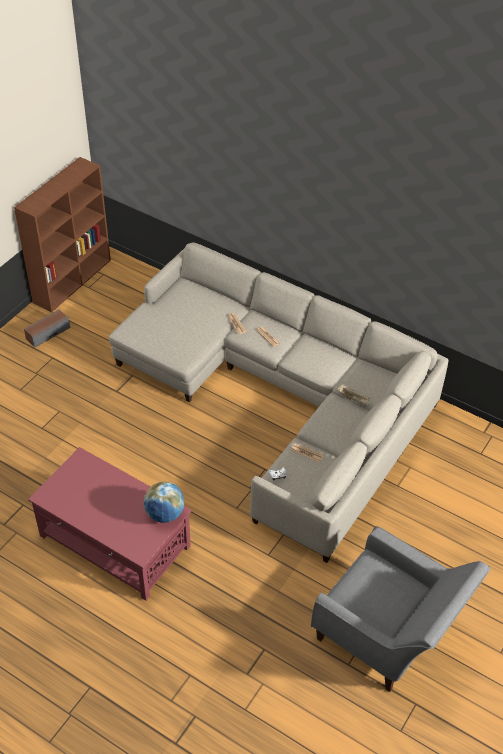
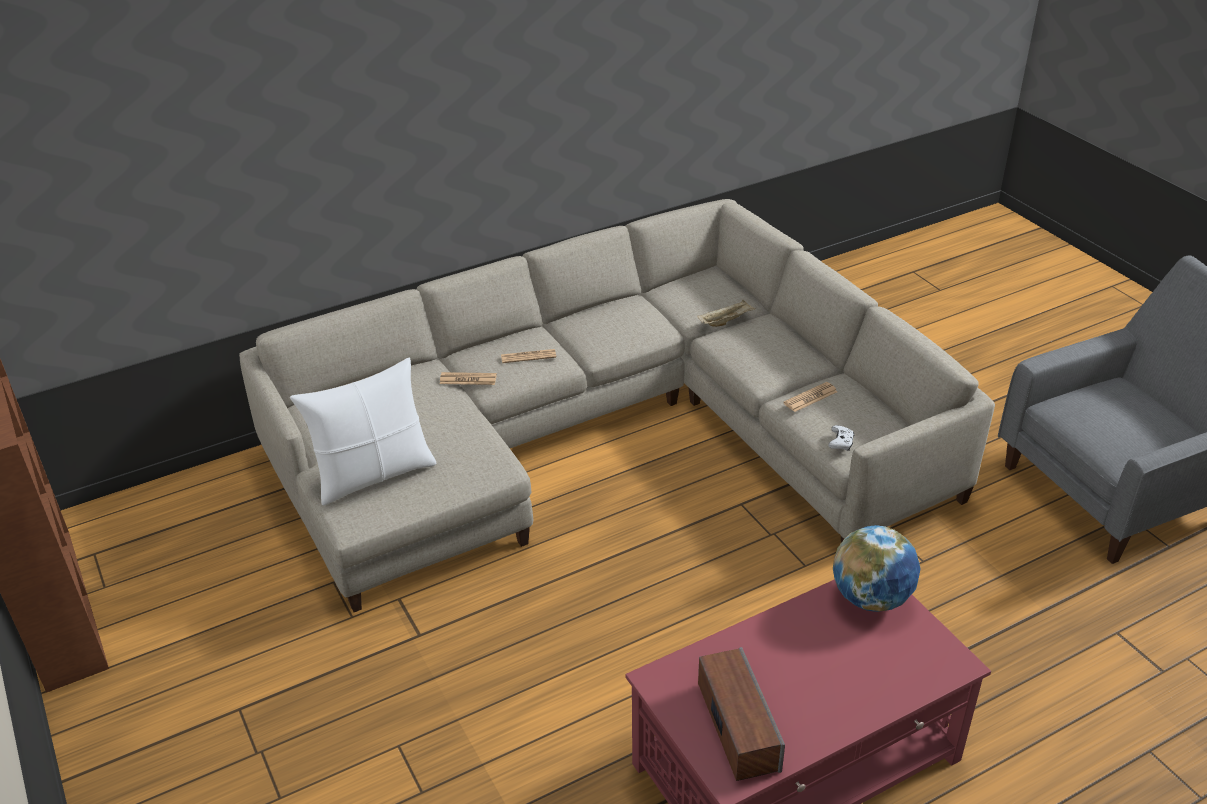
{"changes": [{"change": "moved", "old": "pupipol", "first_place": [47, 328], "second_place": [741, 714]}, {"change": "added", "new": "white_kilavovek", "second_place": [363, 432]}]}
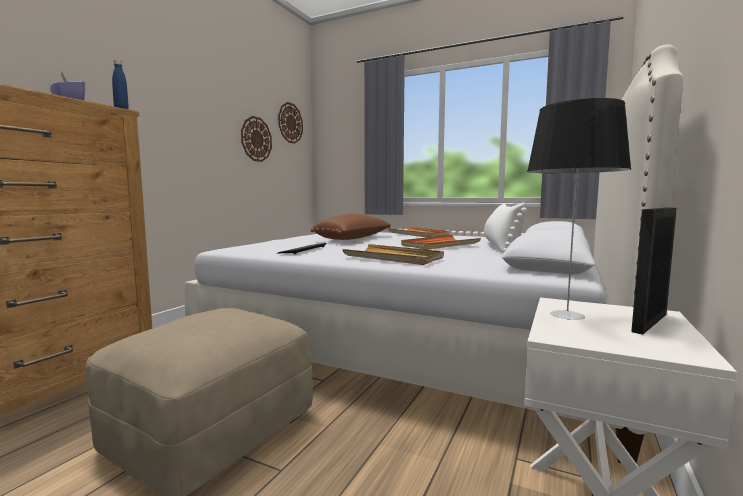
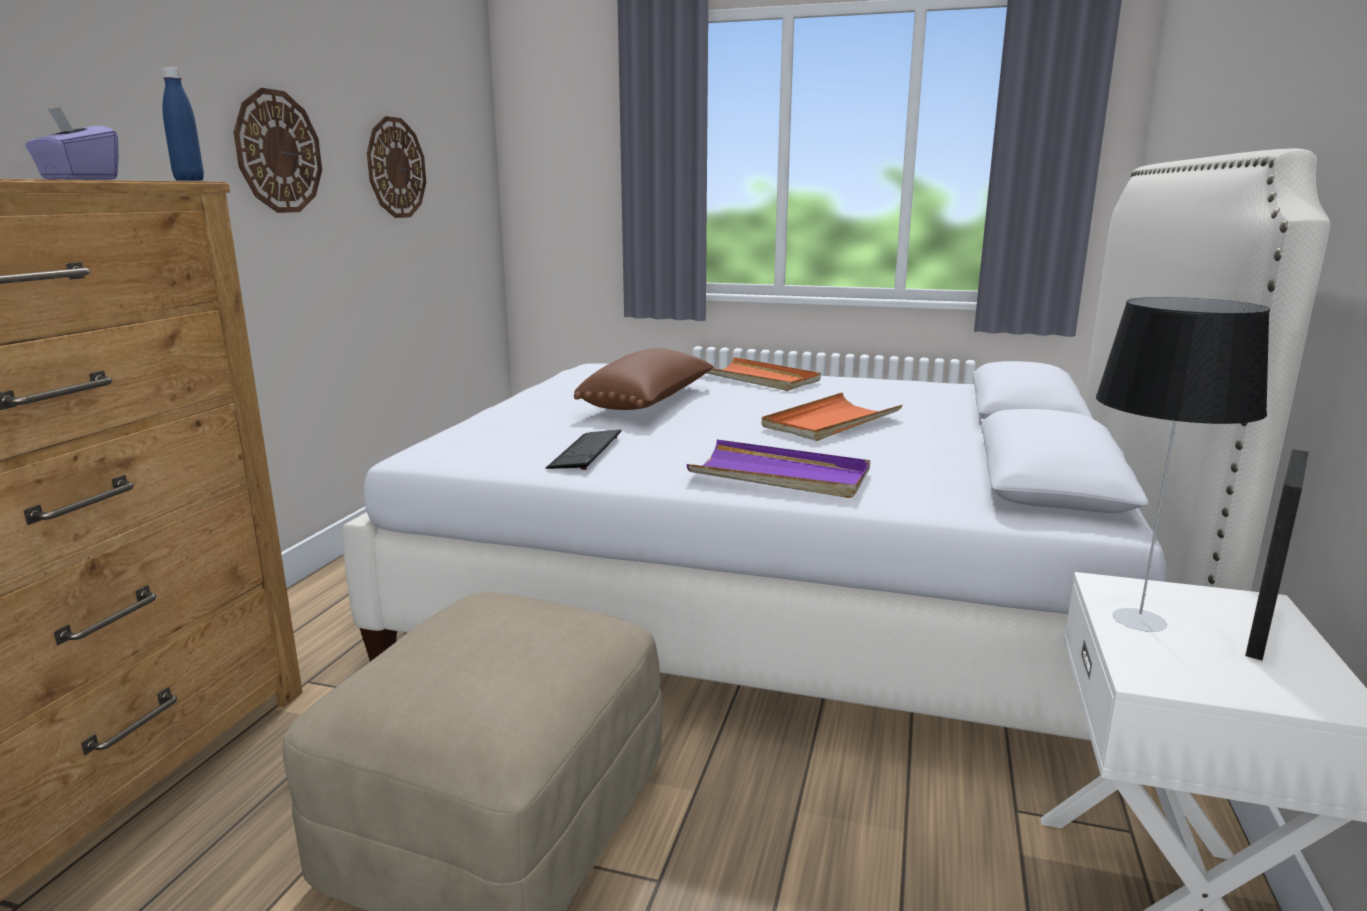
{"changes": [{"change": "moved", "old": "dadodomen", "first_place": [290, 123], "second_place": [278, 150]}, {"change": "removed", "old": "white_kilavovek", "first_place": [505, 227]}, {"change": "recoloured", "old": "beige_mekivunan", "new": "purple_mekivunan", "first_place": [393, 254], "second_place": [778, 468]}]}
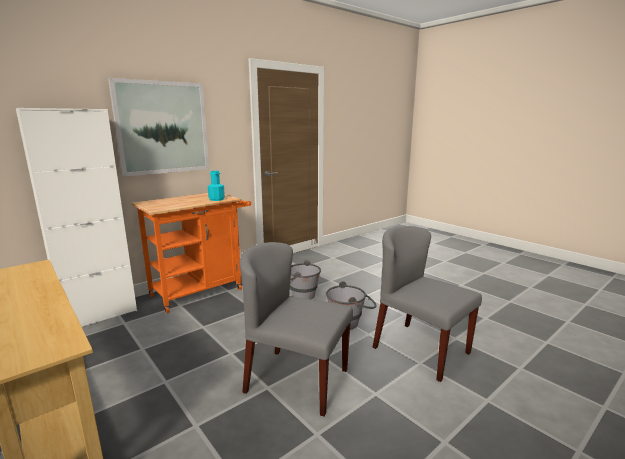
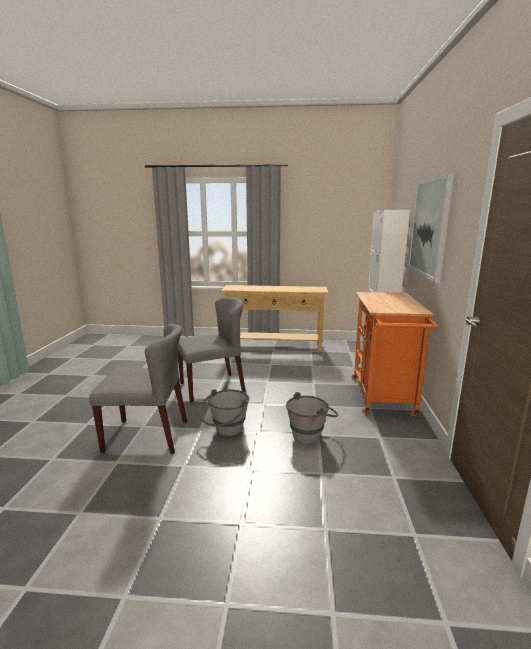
{"changes": [{"change": "removed", "old": "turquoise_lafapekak", "first_place": [216, 186]}]}
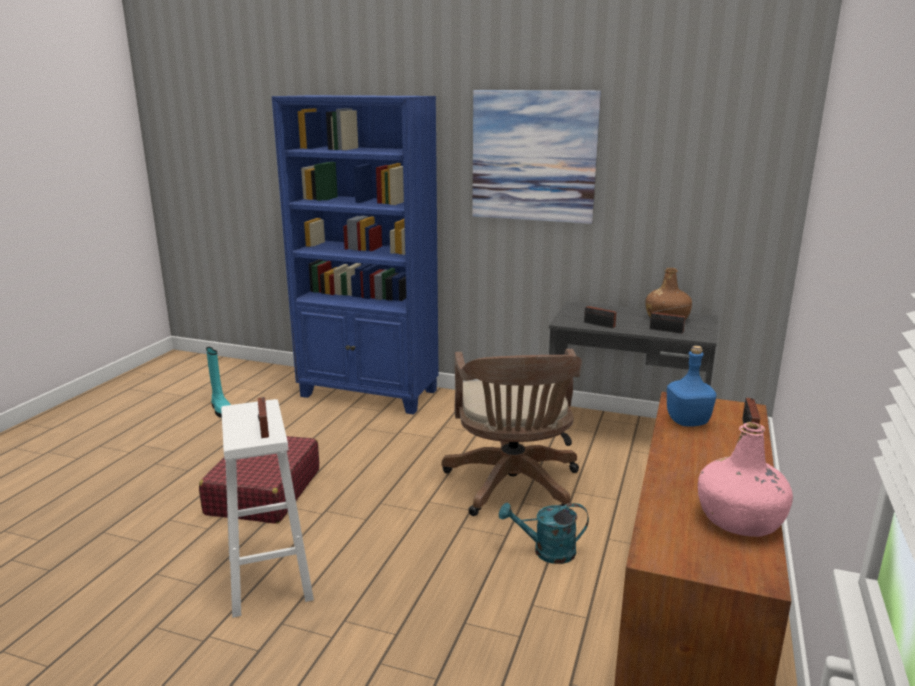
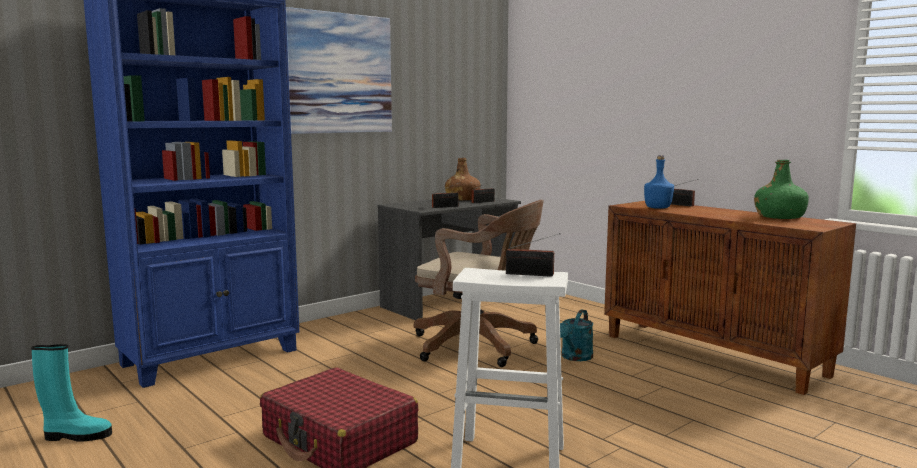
{"changes": [{"change": "recoloured", "old": "pink_lafapekak", "new": "green_lafapekak", "first_place": [745, 479], "second_place": [781, 189]}]}
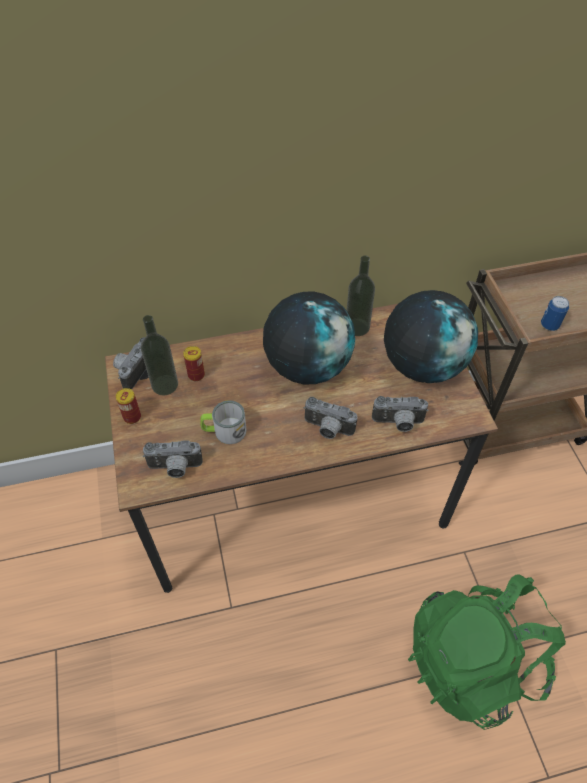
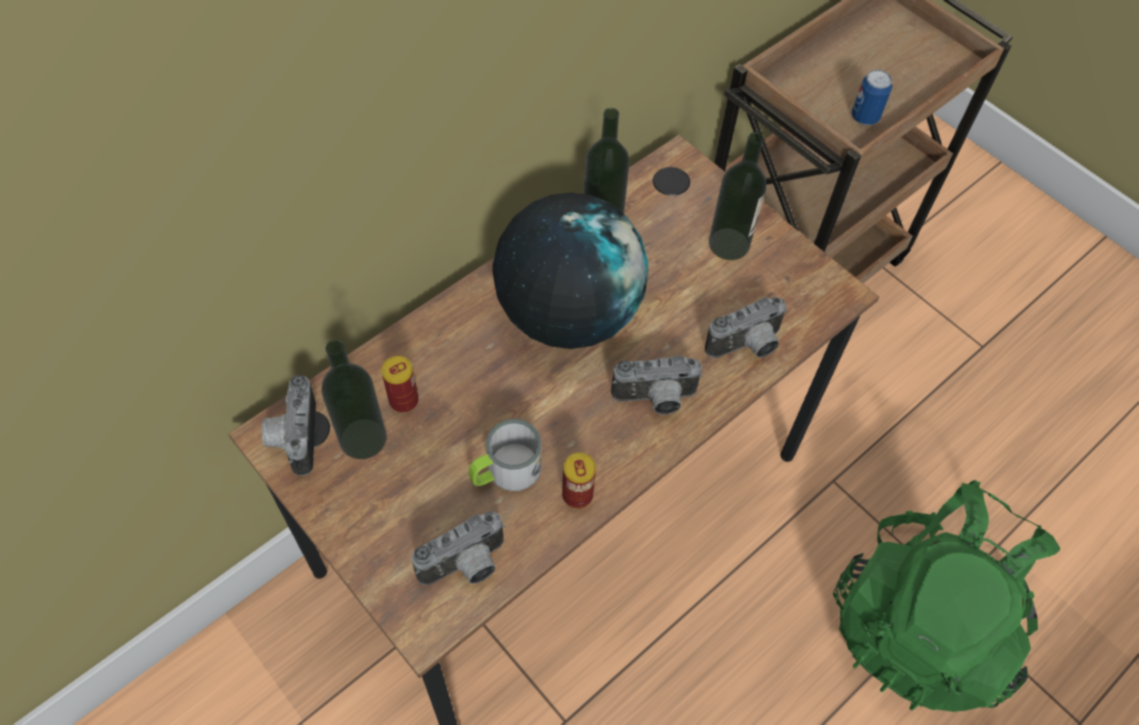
{"changes": [{"change": "replaced", "old": "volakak", "new": "lafapekak", "first_place": [431, 336], "second_place": [738, 196]}, {"change": "moved", "old": "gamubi", "first_place": [128, 406], "second_place": [579, 480]}]}
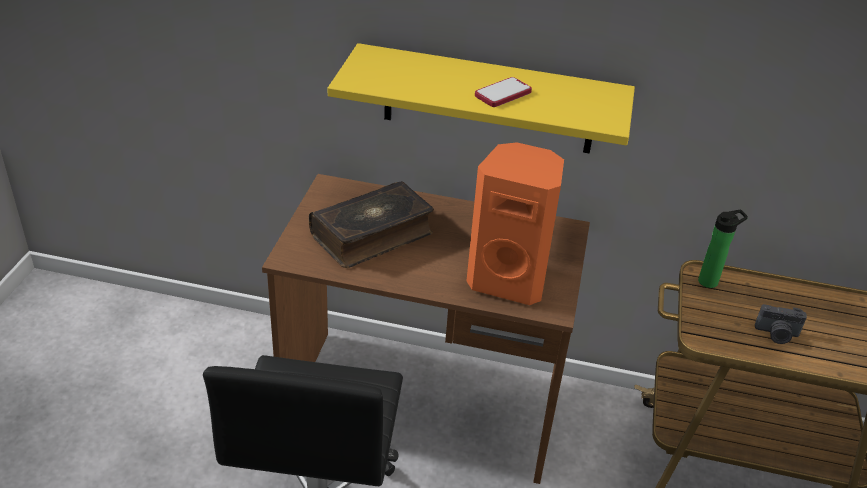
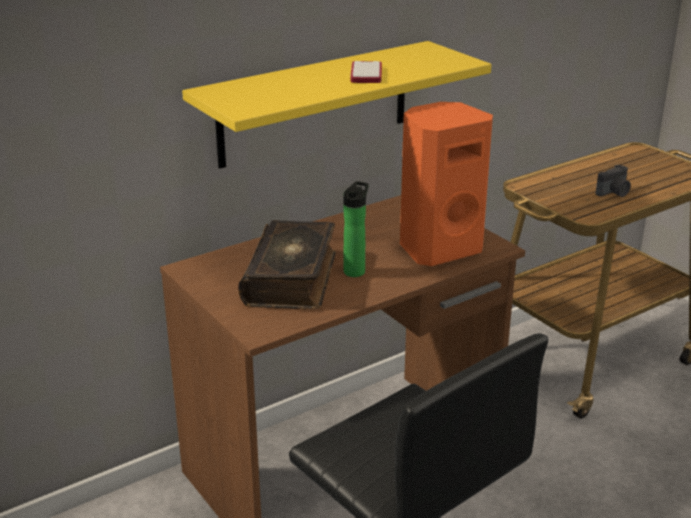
{"changes": [{"change": "moved", "old": "lafapekak", "first_place": [723, 248], "second_place": [356, 229]}]}
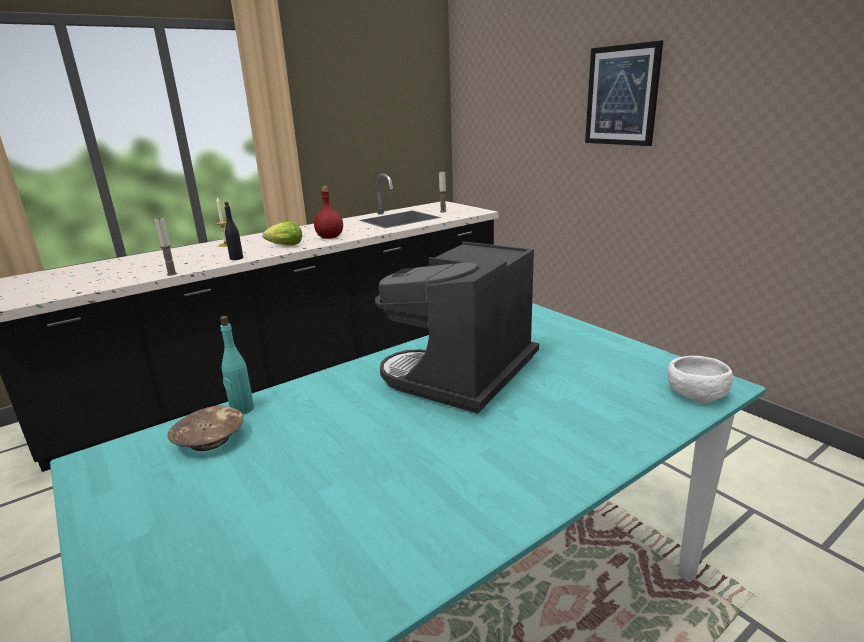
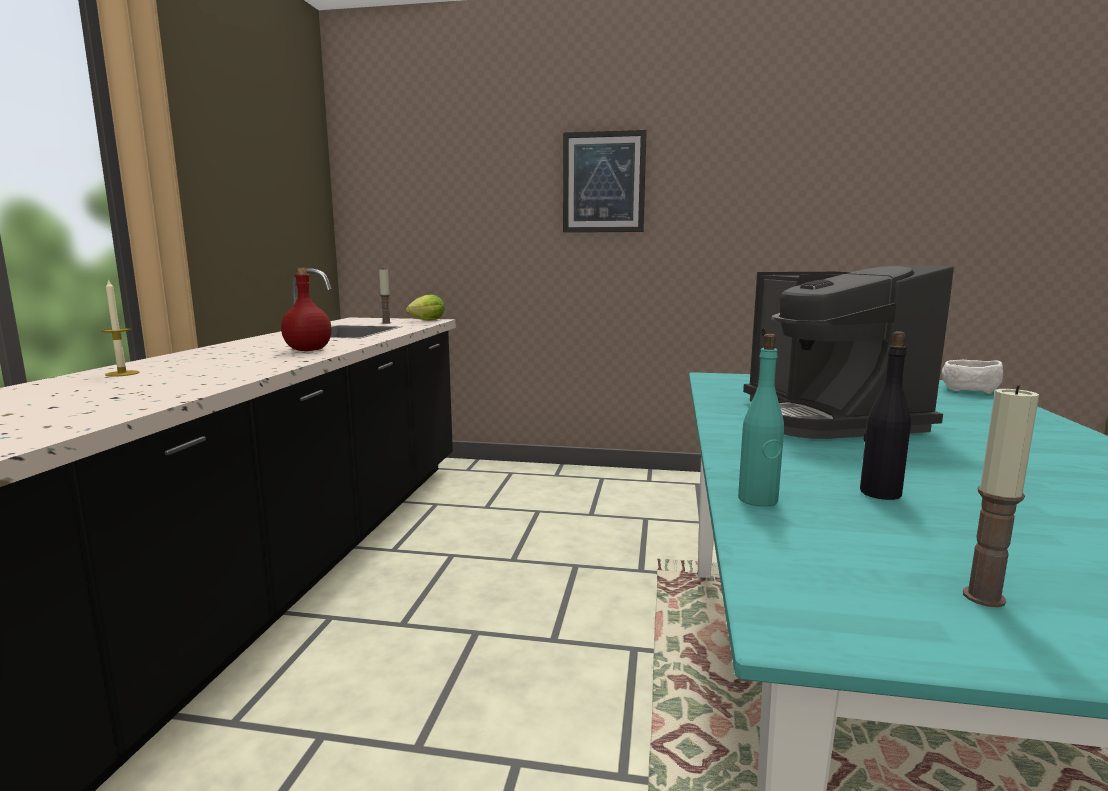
{"changes": [{"change": "moved", "old": "black_lafapekak", "first_place": [233, 231], "second_place": [885, 415]}, {"change": "moved", "old": "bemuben", "first_place": [165, 247], "second_place": [1001, 496]}, {"change": "moved", "old": "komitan", "first_place": [282, 234], "second_place": [425, 307]}, {"change": "removed", "old": "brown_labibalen", "first_place": [205, 428]}]}
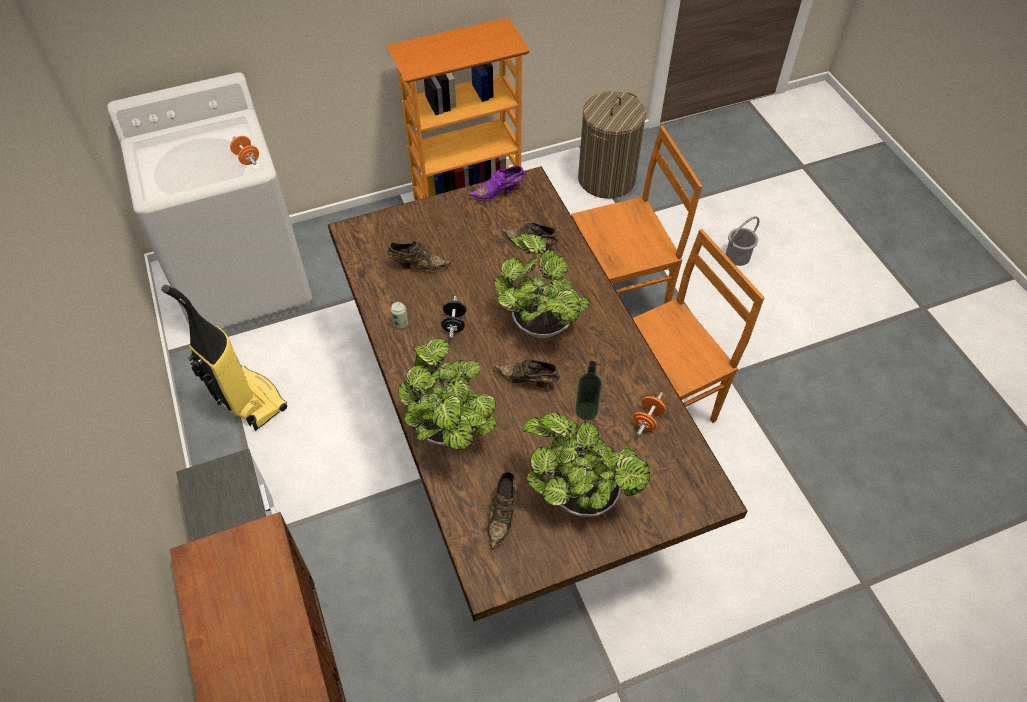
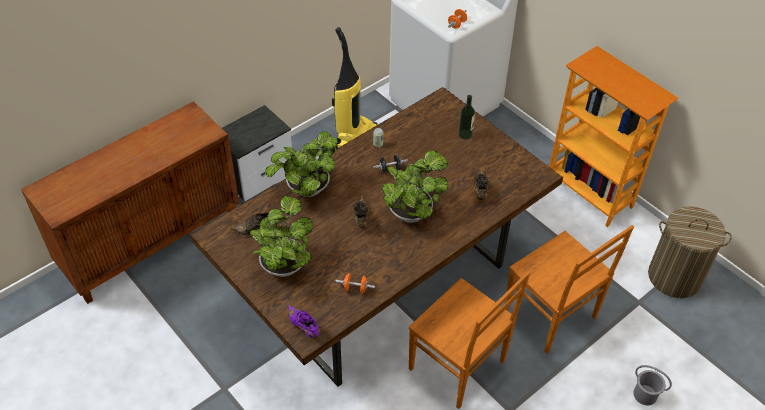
{"changes": [{"change": "moved", "old": "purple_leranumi", "first_place": [497, 183], "second_place": [304, 320]}, {"change": "removed", "old": "brown_leranumi", "first_place": [419, 256]}, {"change": "moved", "old": "lafapekak", "first_place": [588, 390], "second_place": [466, 117]}]}
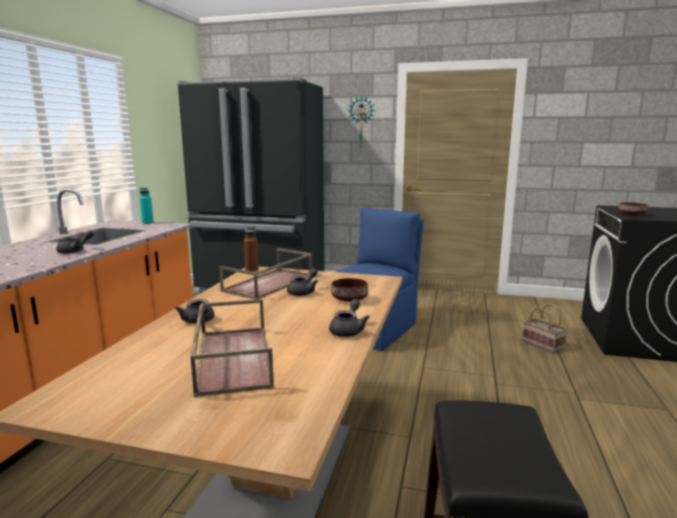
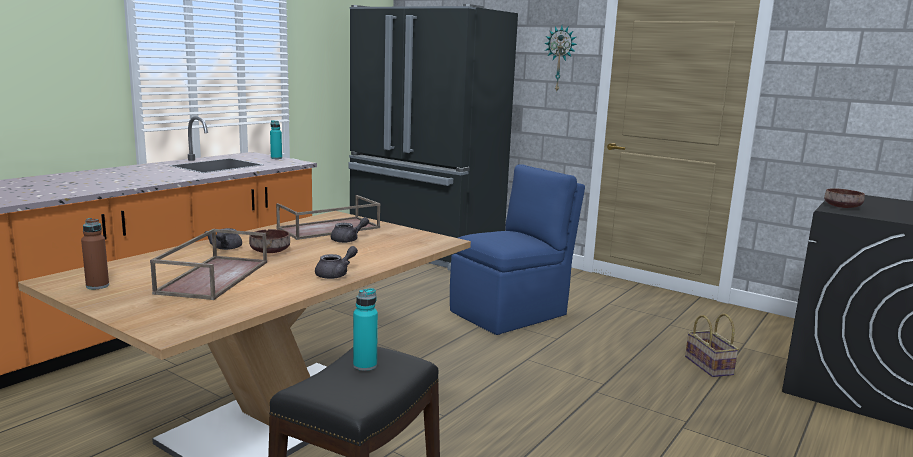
{"changes": [{"change": "moved", "old": "brown_lafapekak", "first_place": [251, 249], "second_place": [95, 253]}, {"change": "removed", "old": "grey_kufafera", "first_place": [75, 242]}, {"change": "moved", "old": "brown_labibalen", "first_place": [349, 290], "second_place": [269, 241]}, {"change": "added", "new": "turquoise_lafapekak", "second_place": [365, 329]}]}
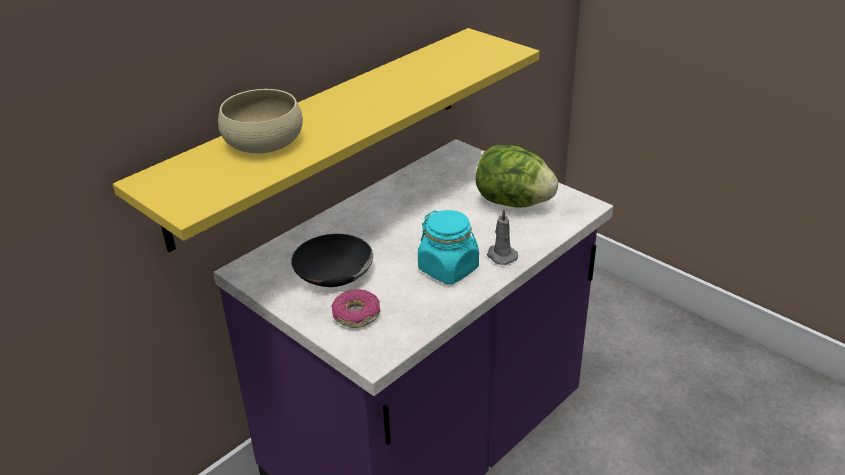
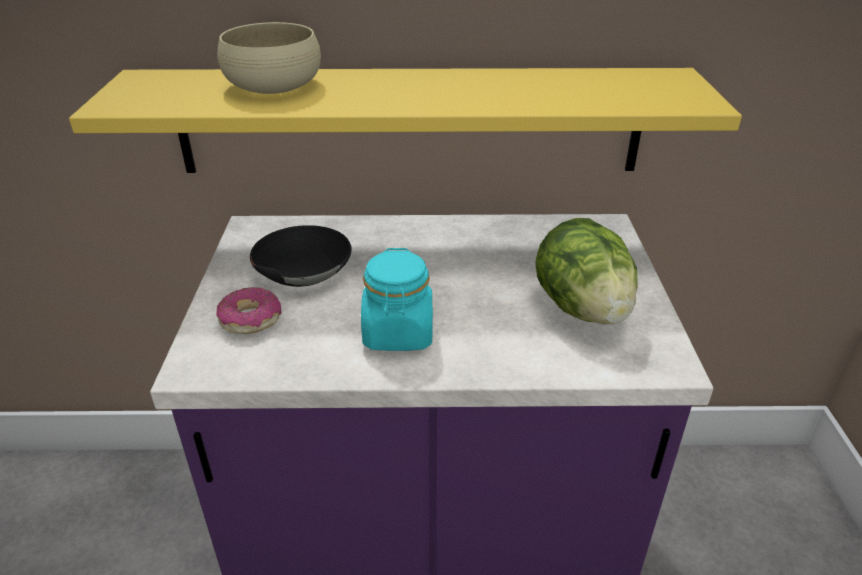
{"changes": [{"change": "removed", "old": "grey_bemuben", "first_place": [502, 237]}]}
